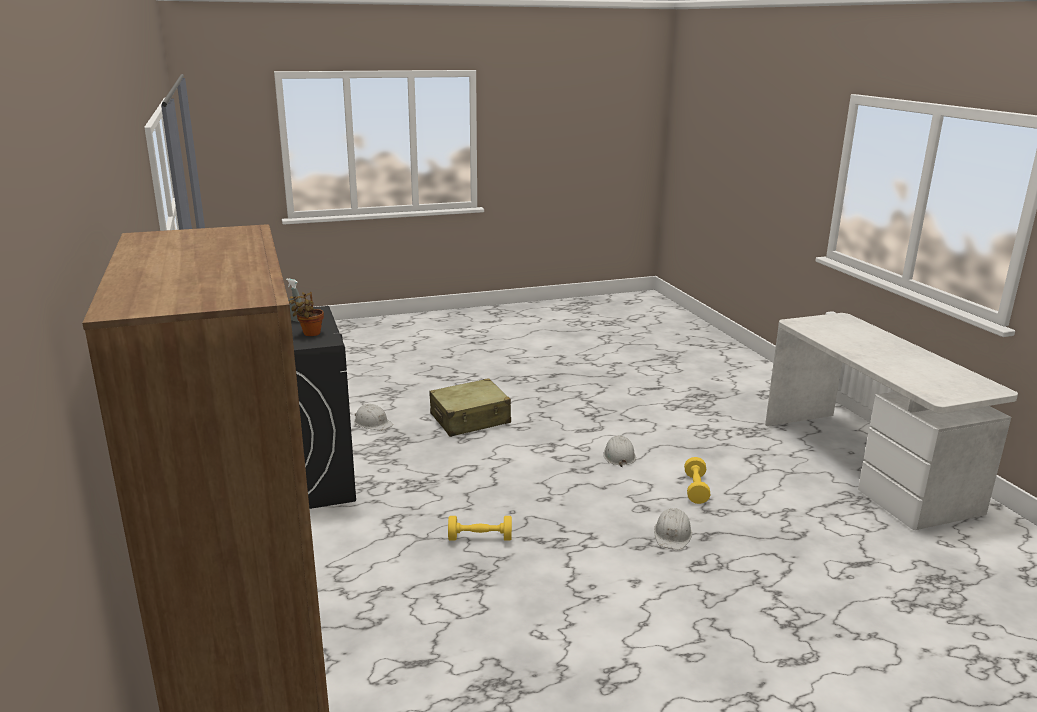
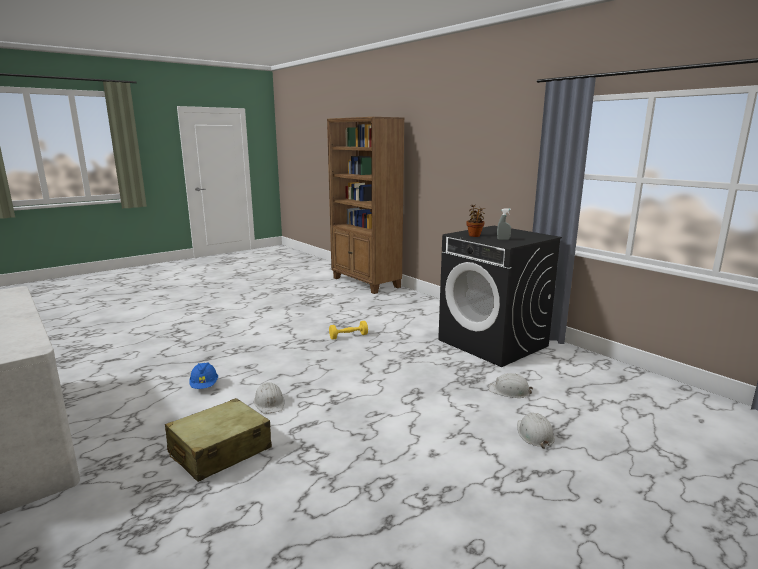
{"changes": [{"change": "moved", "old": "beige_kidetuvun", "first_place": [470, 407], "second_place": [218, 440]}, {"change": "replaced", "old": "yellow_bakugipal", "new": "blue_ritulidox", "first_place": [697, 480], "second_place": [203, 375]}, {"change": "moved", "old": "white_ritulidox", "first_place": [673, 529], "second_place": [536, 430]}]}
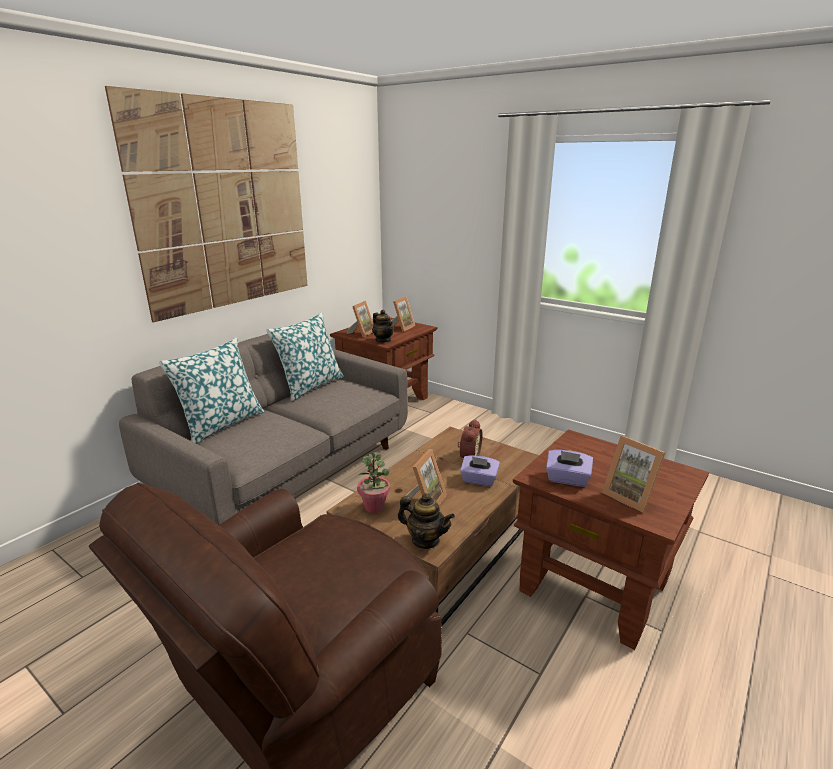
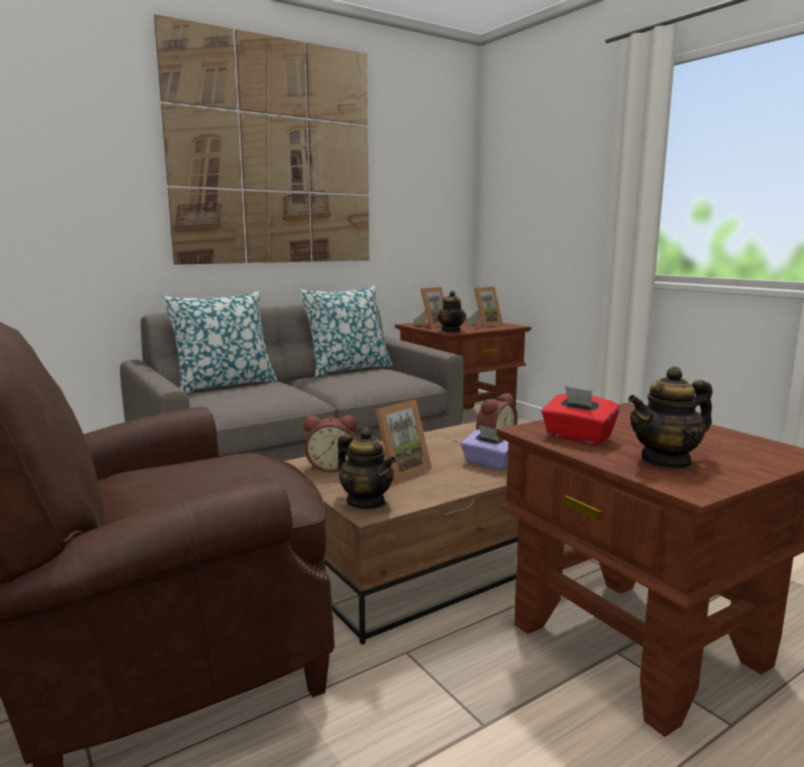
{"changes": [{"change": "replaced", "old": "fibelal", "new": "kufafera", "first_place": [634, 474], "second_place": [670, 417]}, {"change": "recoloured", "old": "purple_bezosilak", "new": "red_bezosilak", "first_place": [569, 468], "second_place": [580, 415]}, {"change": "replaced", "old": "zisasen", "new": "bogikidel", "first_place": [373, 482], "second_place": [330, 443]}]}
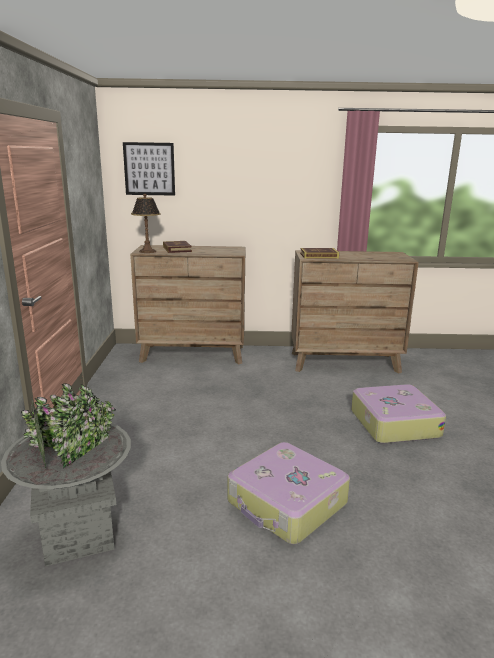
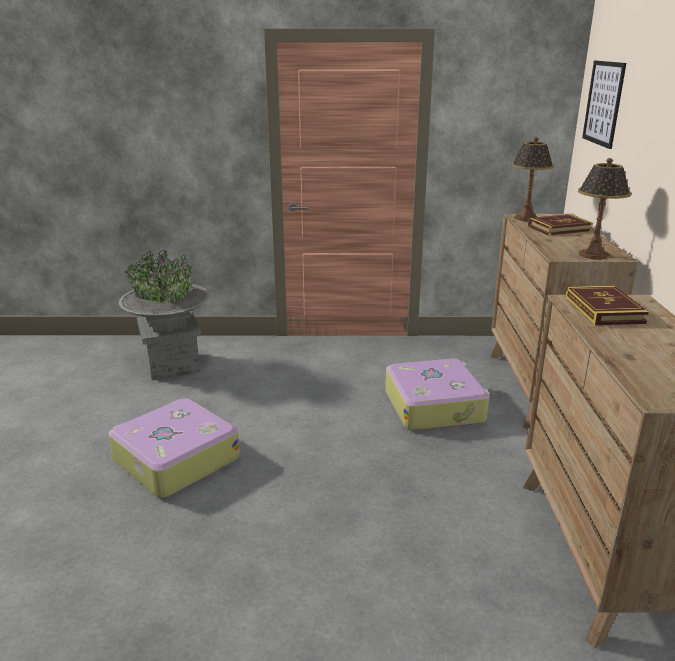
{"changes": [{"change": "moved", "old": "kidetuvun", "first_place": [398, 414], "second_place": [437, 395]}, {"change": "added", "new": "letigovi", "second_place": [604, 209]}]}
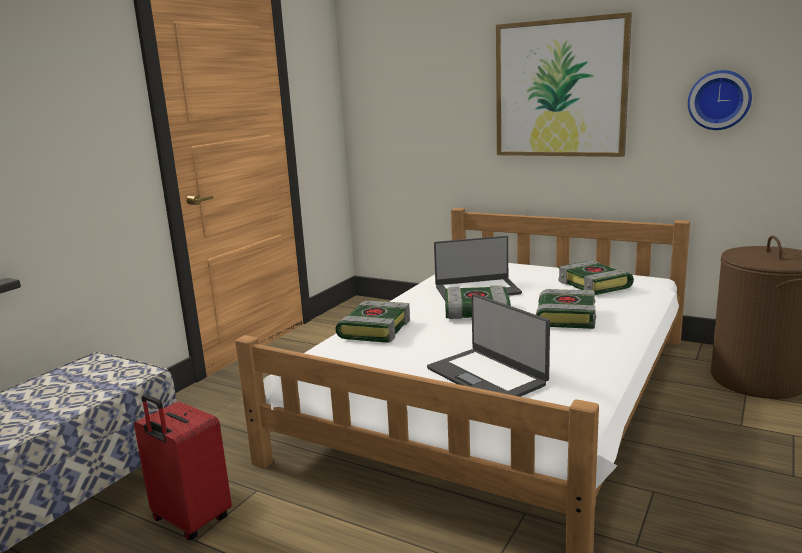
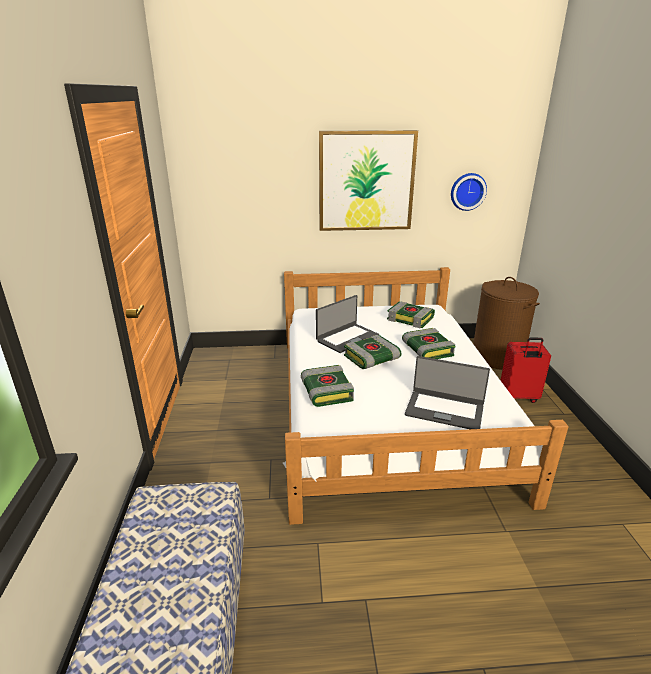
{"changes": [{"change": "moved", "old": "red_kidetuvun", "first_place": [183, 467], "second_place": [525, 370]}]}
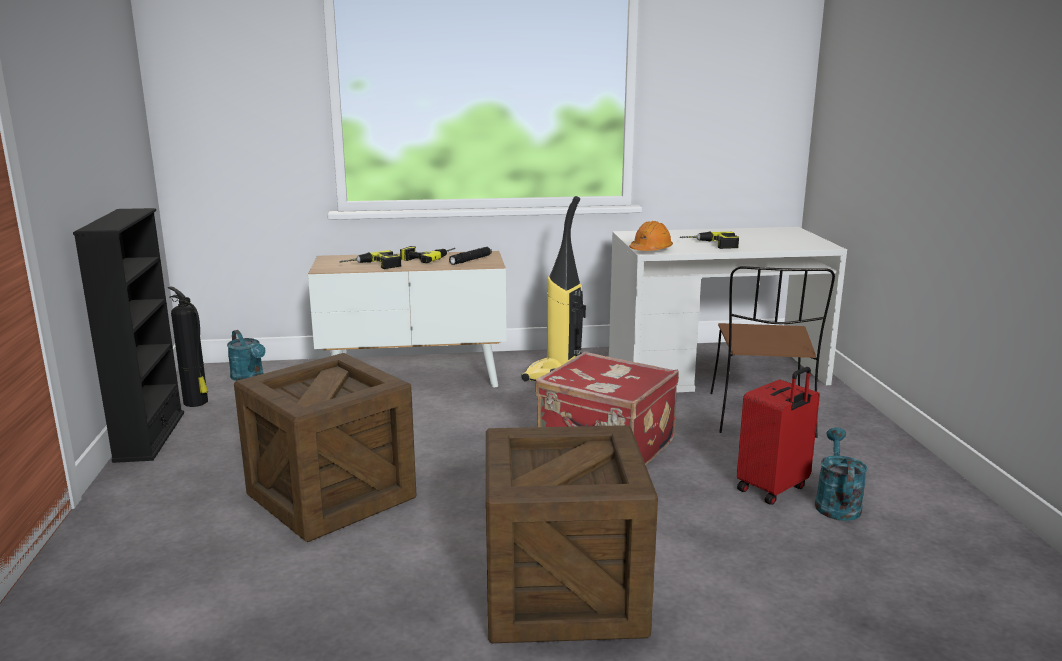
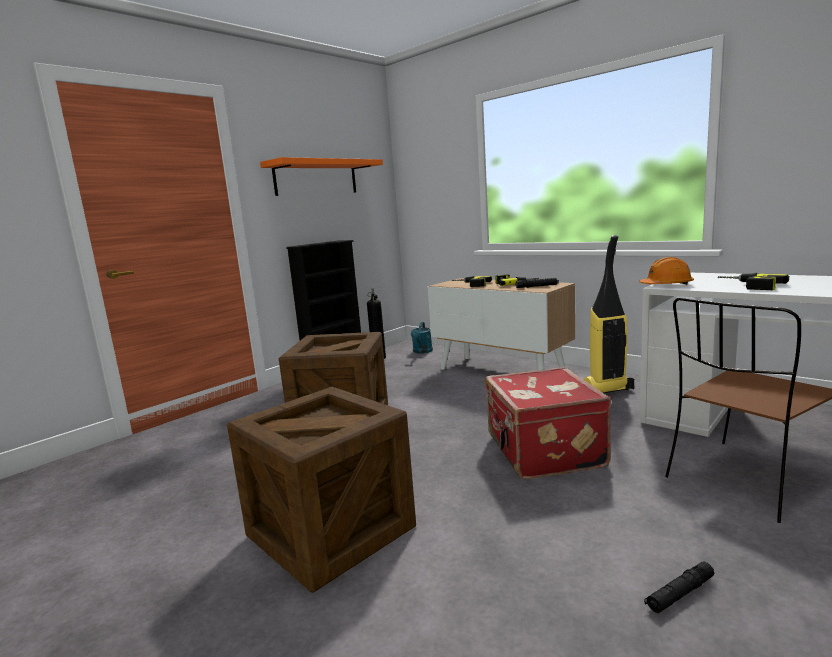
{"changes": [{"change": "removed", "old": "red_kidetuvun", "first_place": [778, 436]}, {"change": "replaced", "old": "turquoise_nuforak", "new": "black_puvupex", "first_place": [841, 474], "second_place": [679, 588]}, {"change": "added", "new": "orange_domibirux", "second_place": [321, 176]}]}
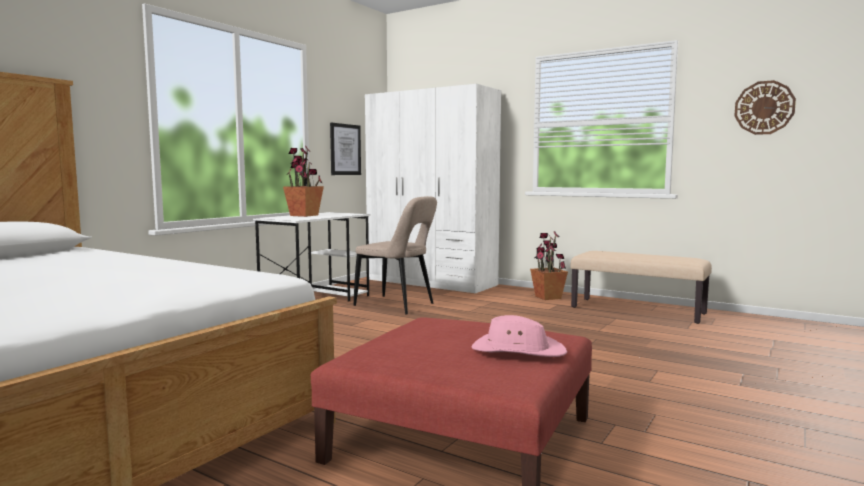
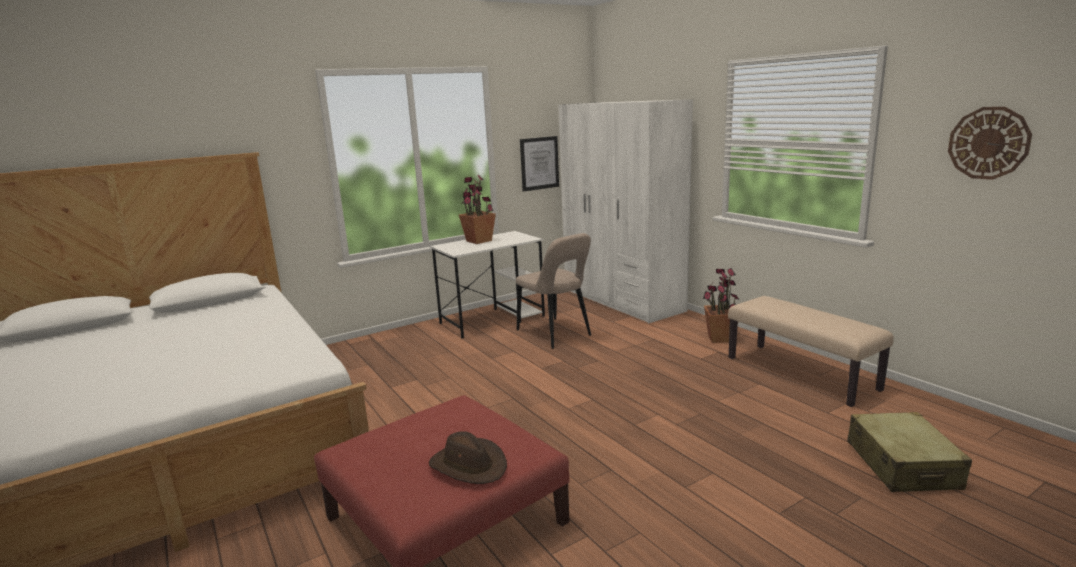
{"changes": [{"change": "recoloured", "old": "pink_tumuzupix", "new": "brown_tumuzupix", "first_place": [519, 336], "second_place": [468, 457]}, {"change": "added", "new": "beige_kidetuvun", "second_place": [909, 452]}]}
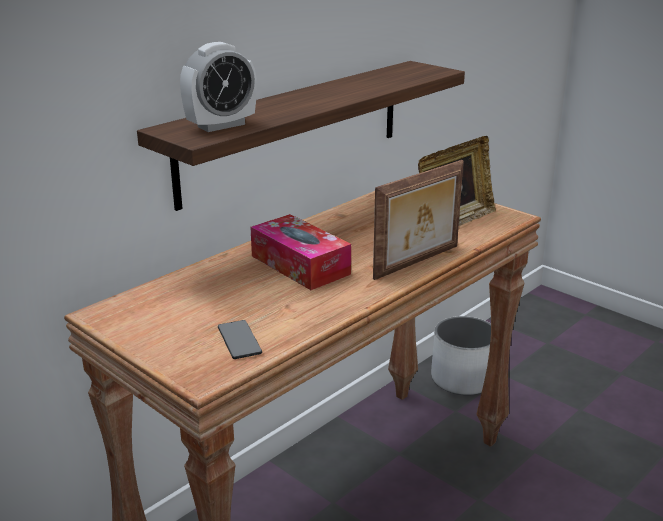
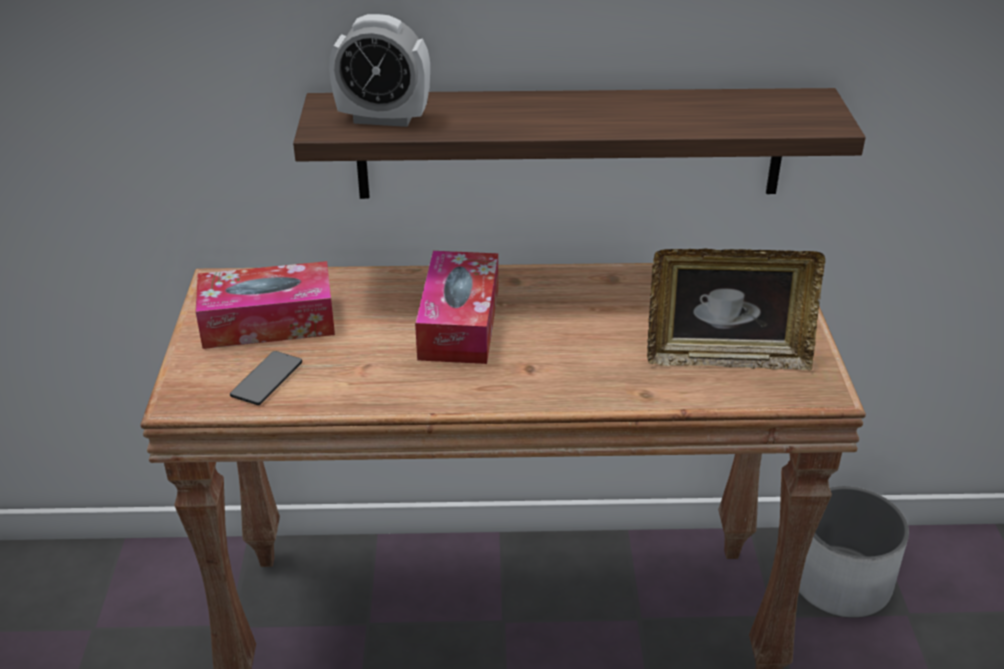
{"changes": [{"change": "removed", "old": "fibelal", "first_place": [418, 220]}, {"change": "added", "new": "bezosilak", "second_place": [265, 305]}]}
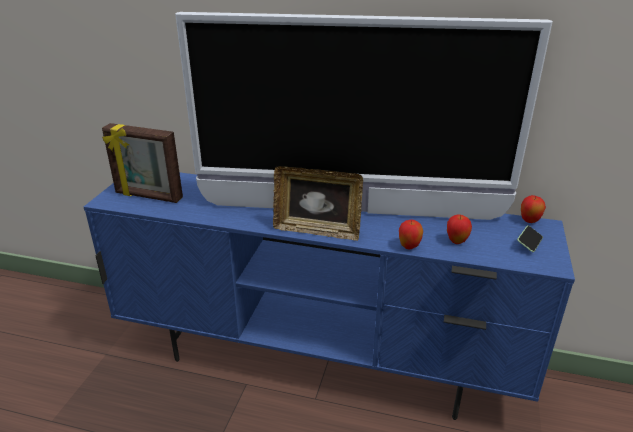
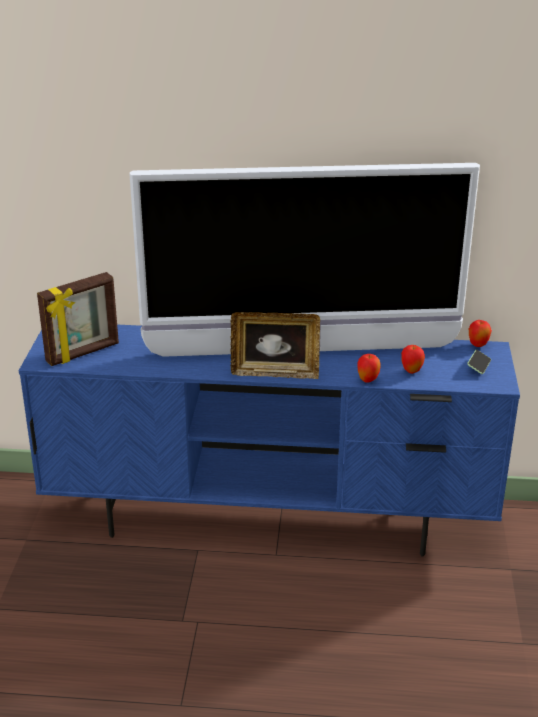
{"changes": [{"change": "turned", "old": "fibelal", "first_place": [142, 163], "second_place": [78, 319], "degrees": -45}]}
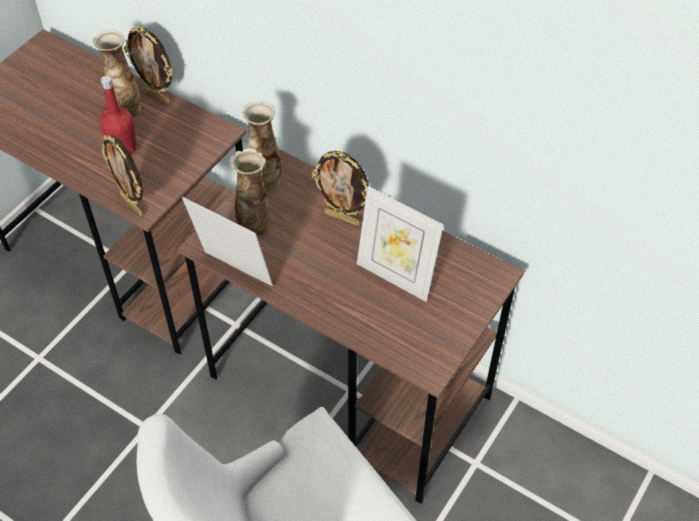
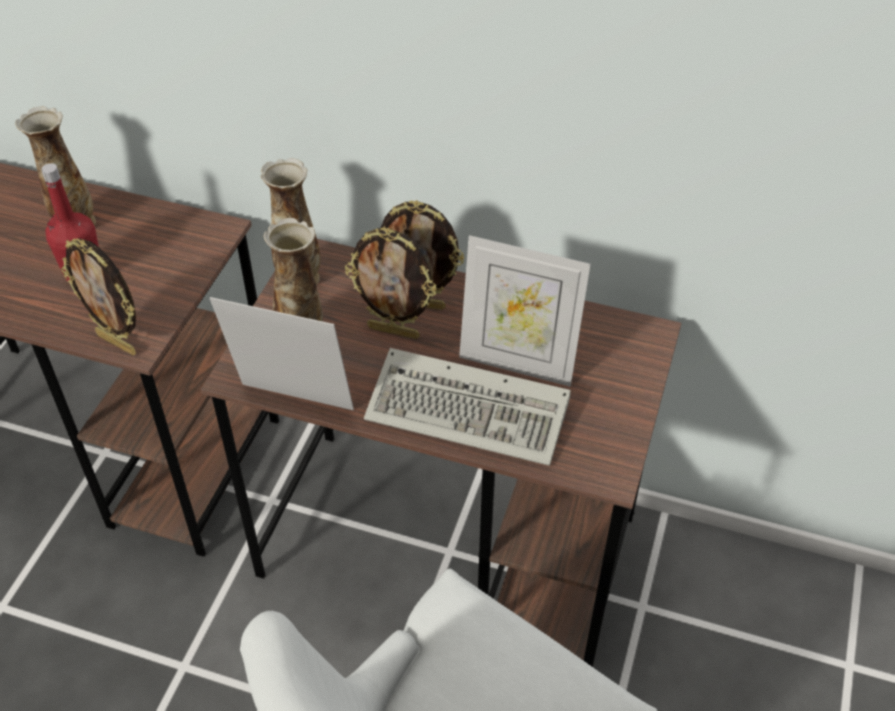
{"changes": [{"change": "moved", "old": "fibelal", "first_place": [148, 64], "second_place": [391, 283]}, {"change": "added", "new": "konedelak", "second_place": [467, 407]}]}
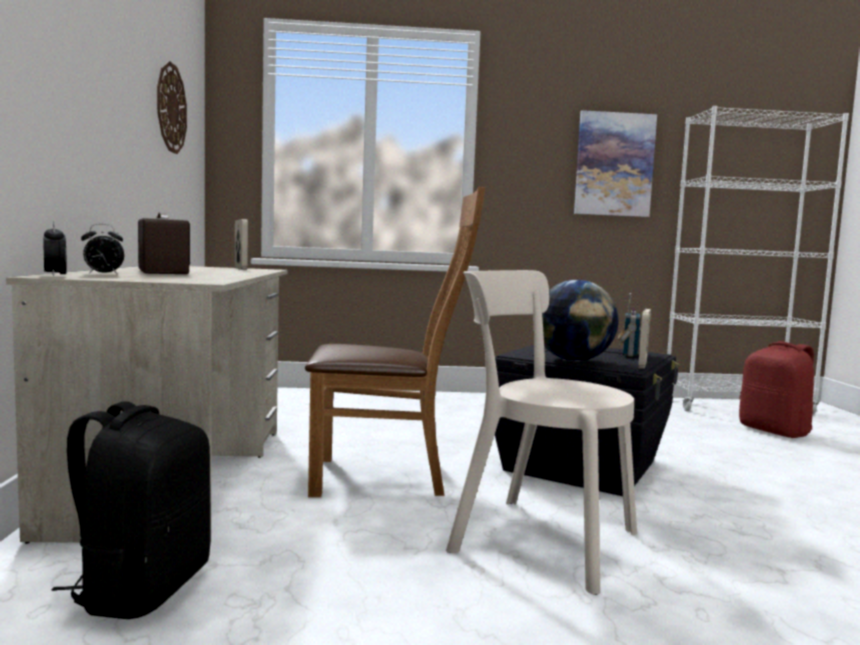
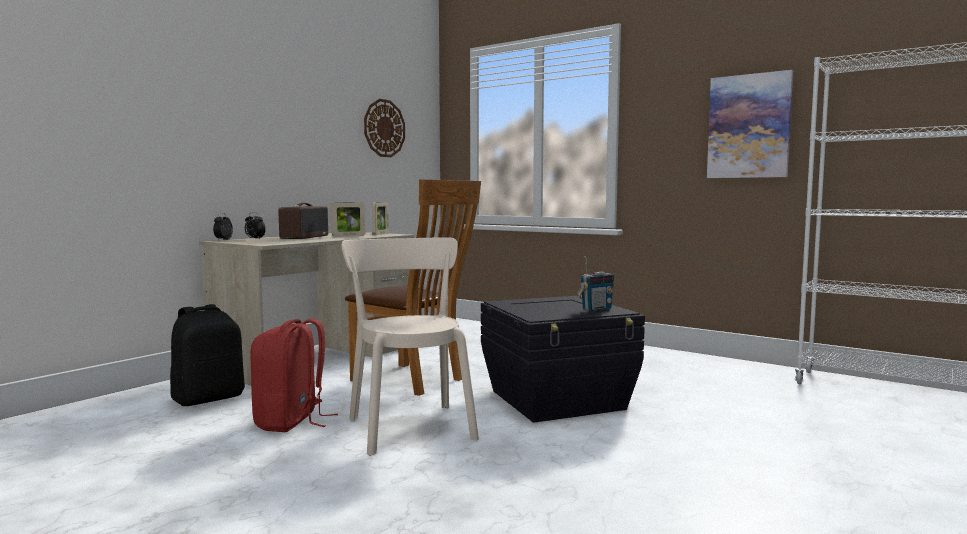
{"changes": [{"change": "removed", "old": "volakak", "first_place": [580, 320]}, {"change": "moved", "old": "fibelal", "first_place": [644, 339], "second_place": [348, 219]}, {"change": "moved", "old": "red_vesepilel", "first_place": [776, 389], "second_place": [294, 375]}]}
